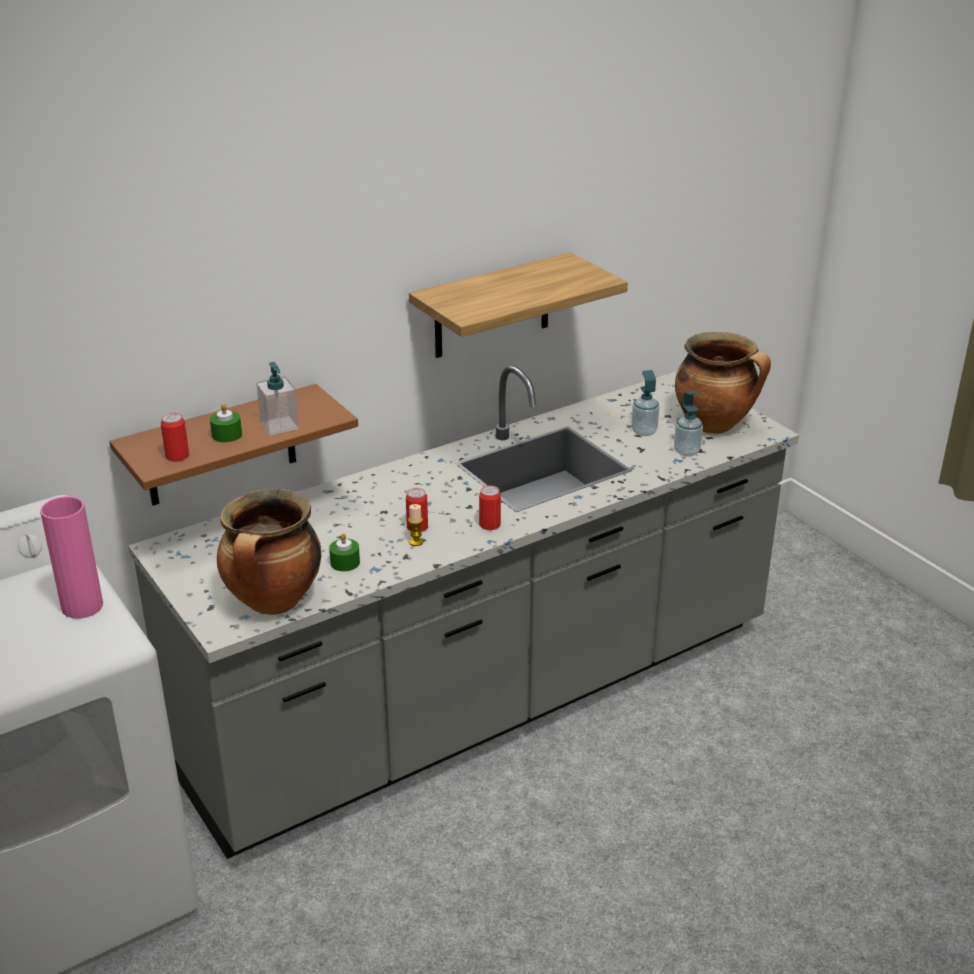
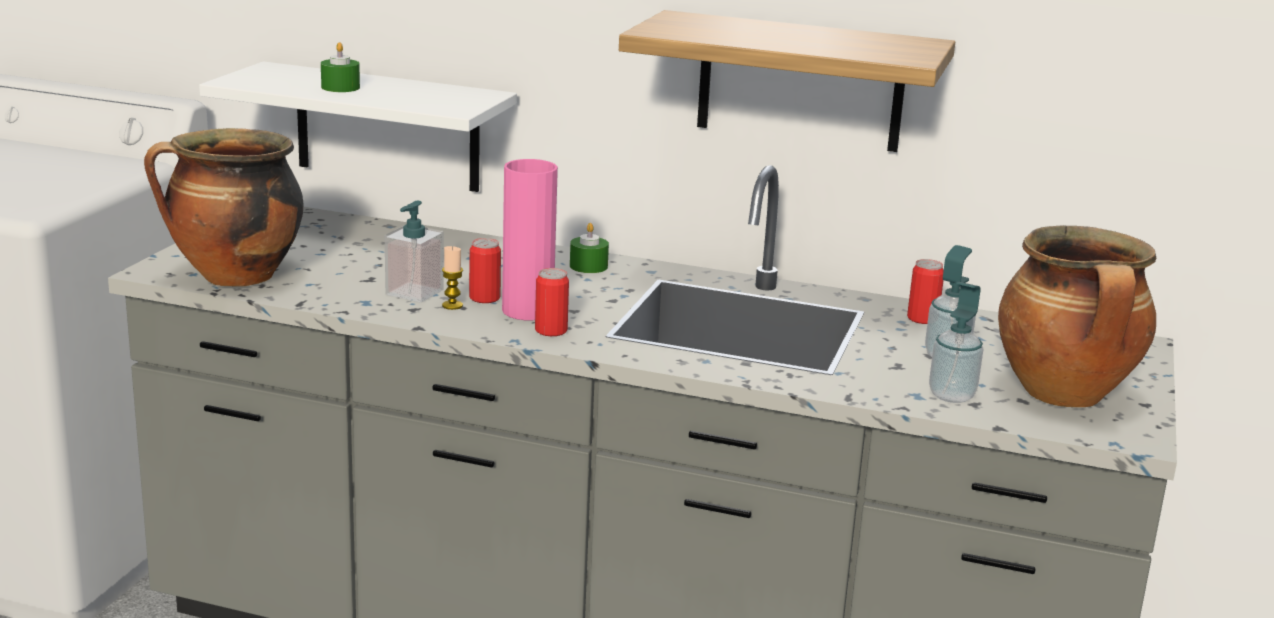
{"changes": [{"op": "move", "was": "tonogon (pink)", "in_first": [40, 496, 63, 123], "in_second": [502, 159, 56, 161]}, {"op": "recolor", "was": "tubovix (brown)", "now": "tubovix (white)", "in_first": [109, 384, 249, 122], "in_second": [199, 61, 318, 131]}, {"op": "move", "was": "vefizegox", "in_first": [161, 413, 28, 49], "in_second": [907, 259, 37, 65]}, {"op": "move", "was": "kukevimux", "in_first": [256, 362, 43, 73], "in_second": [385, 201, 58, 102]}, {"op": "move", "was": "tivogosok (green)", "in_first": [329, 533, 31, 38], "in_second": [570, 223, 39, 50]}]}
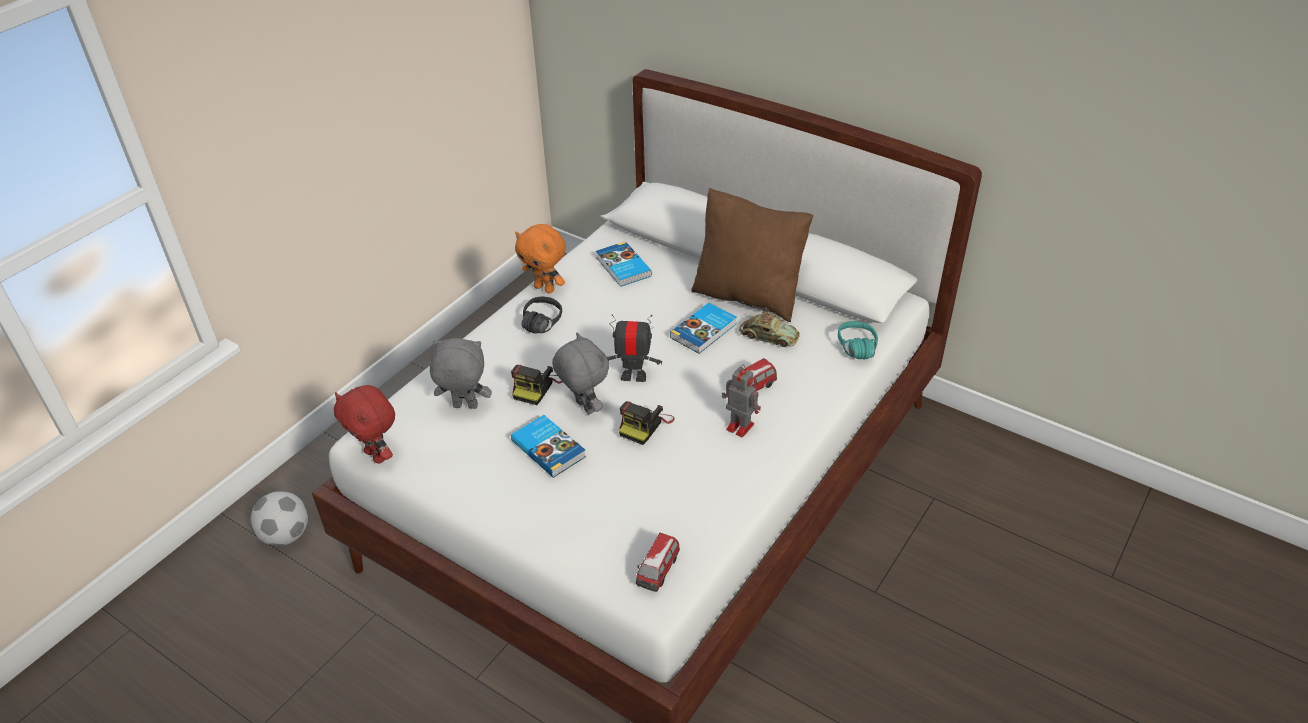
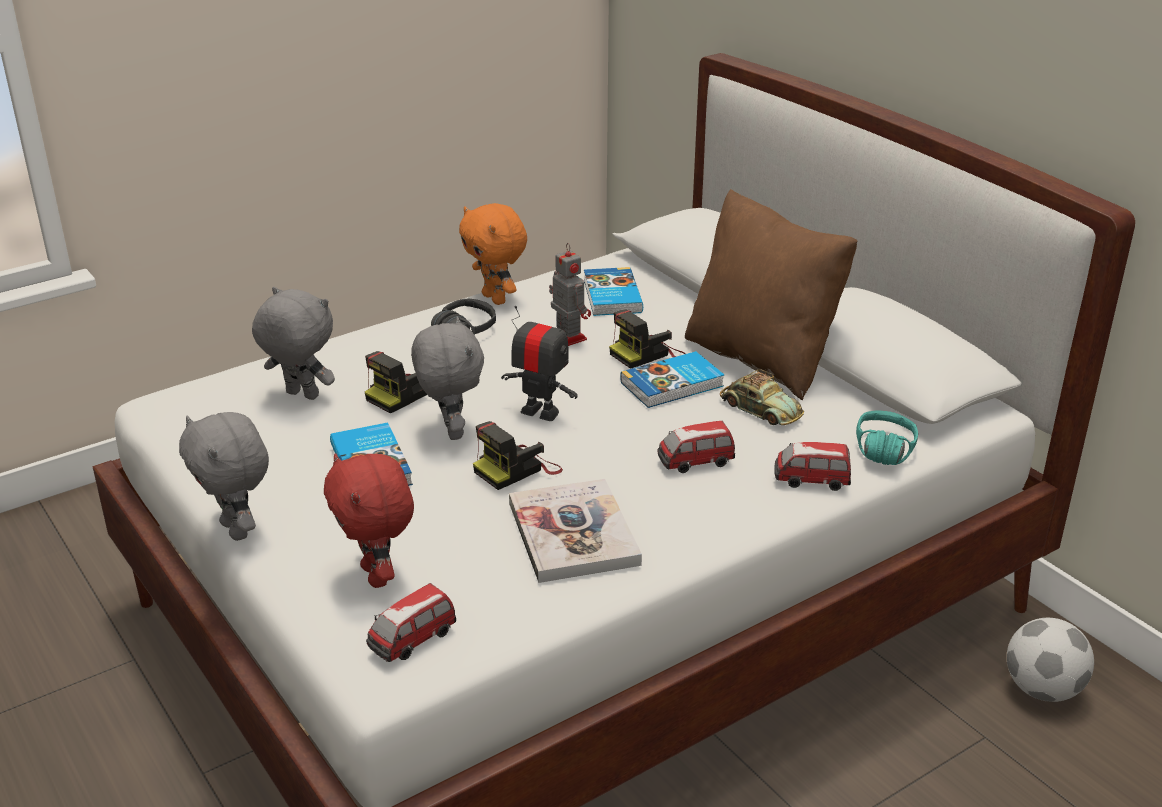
{"changes": [{"op": "move", "was": "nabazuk", "in_first": [251, 491, 57, 55], "in_second": [1007, 618, 87, 84]}, {"op": "move", "was": "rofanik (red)", "in_first": [334, 385, 61, 79], "in_second": [324, 453, 90, 135]}, {"op": "move", "was": "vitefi", "in_first": [722, 365, 39, 72], "in_second": [549, 243, 42, 103]}, {"op": "insert", "now": "rofanik (grey)", "in_second": [179, 412, 90, 129]}, {"op": "insert", "now": "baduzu", "in_second": [509, 479, 133, 104]}, {"op": "insert", "now": "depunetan", "in_second": [609, 310, 77, 59]}, {"op": "insert", "now": "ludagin", "in_second": [774, 442, 77, 49]}]}
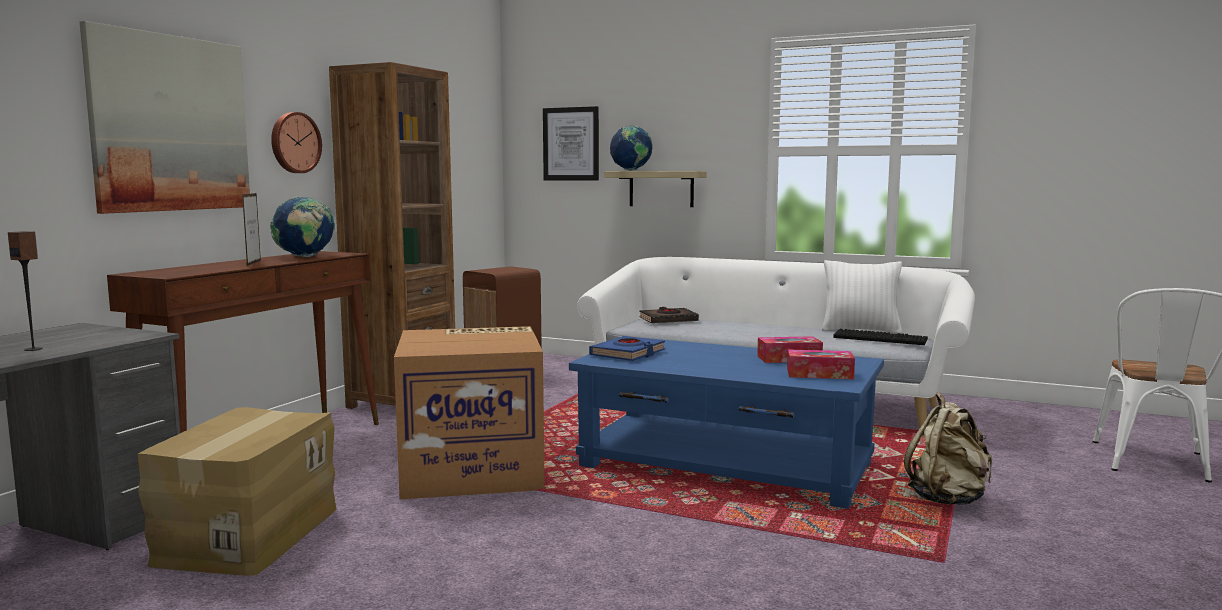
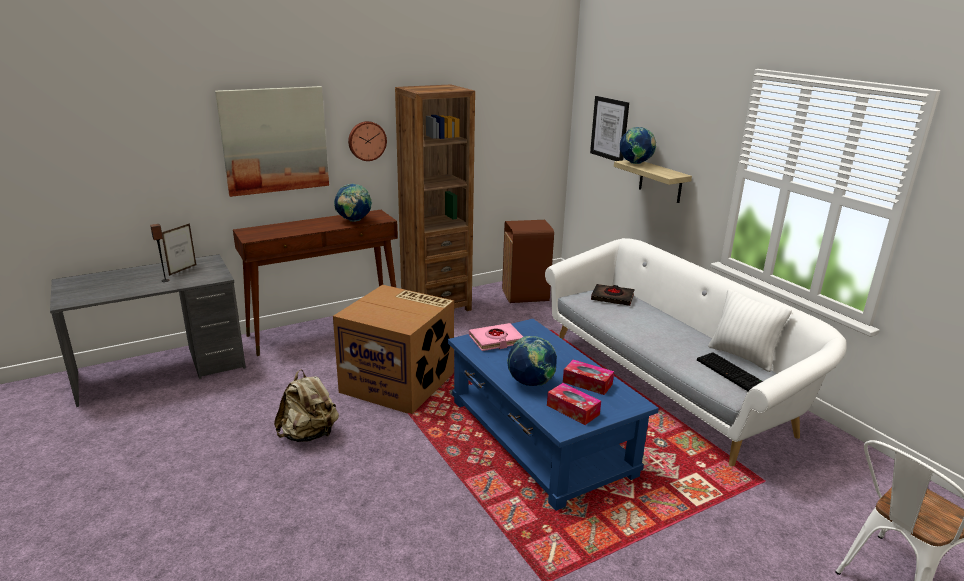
{"changes": [{"op": "delete", "was": "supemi", "in_first": [138, 407, 198, 169]}, {"op": "move", "was": "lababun", "in_first": [242, 193, 19, 73], "in_second": [162, 223, 34, 53]}, {"op": "recolor", "was": "baduzu (blue)", "now": "baduzu (pink)", "in_first": [589, 336, 76, 25], "in_second": [469, 323, 54, 28]}, {"op": "move", "was": "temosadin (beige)", "in_first": [904, 392, 88, 113], "in_second": [274, 369, 65, 73]}, {"op": "insert", "now": "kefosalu", "in_second": [507, 336, 50, 50]}]}
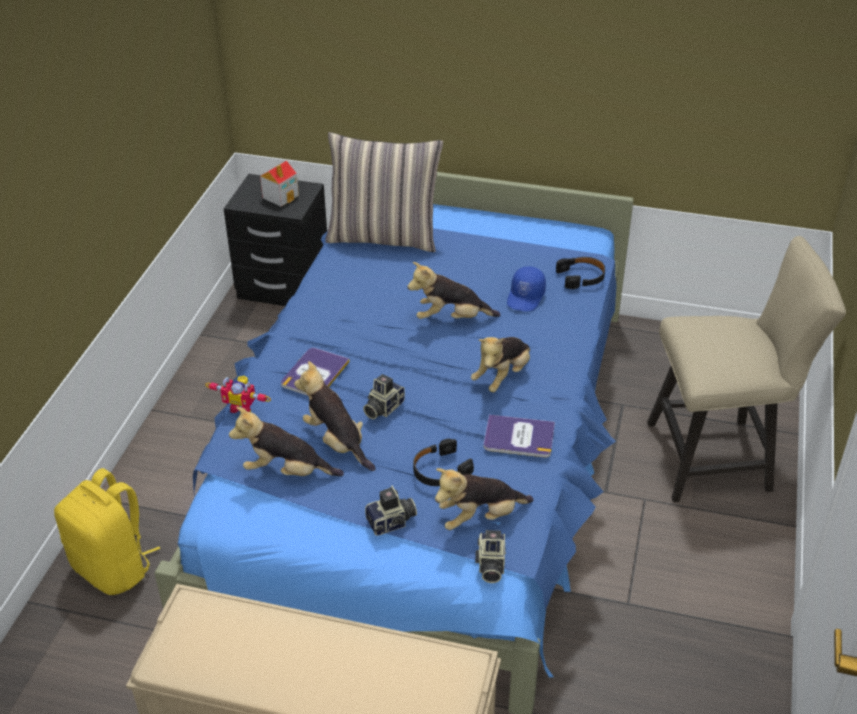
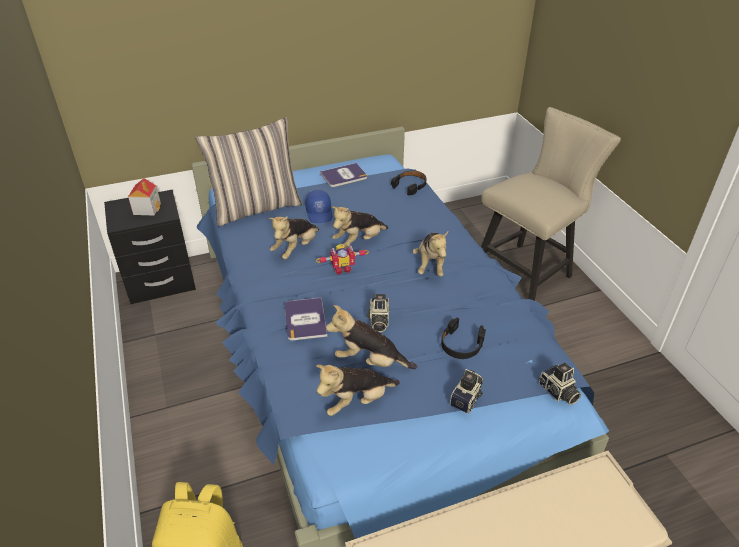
{"changes": [{"op": "move", "was": "vitefi", "in_first": [205, 376, 66, 37], "in_second": [316, 244, 53, 31]}, {"op": "move", "was": "rofanik", "in_first": [435, 468, 99, 62], "in_second": [269, 216, 50, 43]}, {"op": "move", "was": "baduzu", "in_first": [484, 415, 71, 42], "in_second": [320, 163, 47, 24]}, {"op": "move", "was": "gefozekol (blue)", "in_first": [507, 266, 39, 45], "in_second": [305, 190, 27, 33]}]}
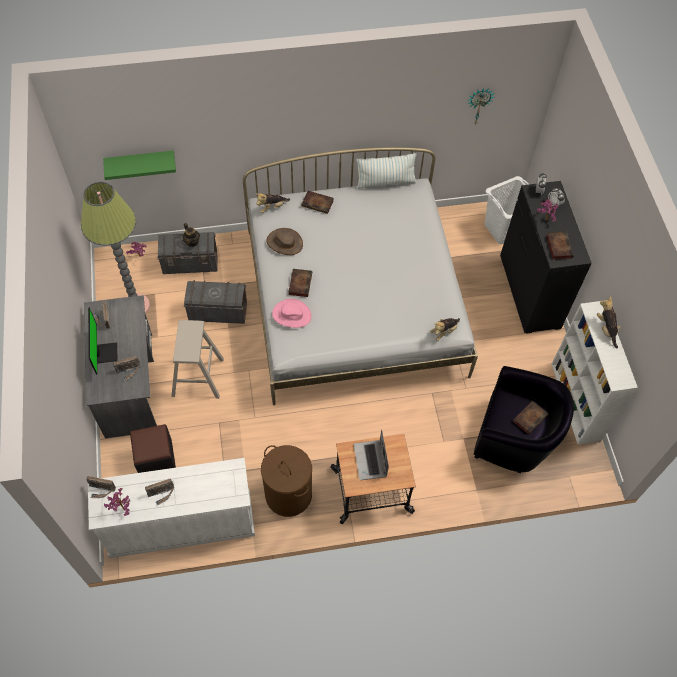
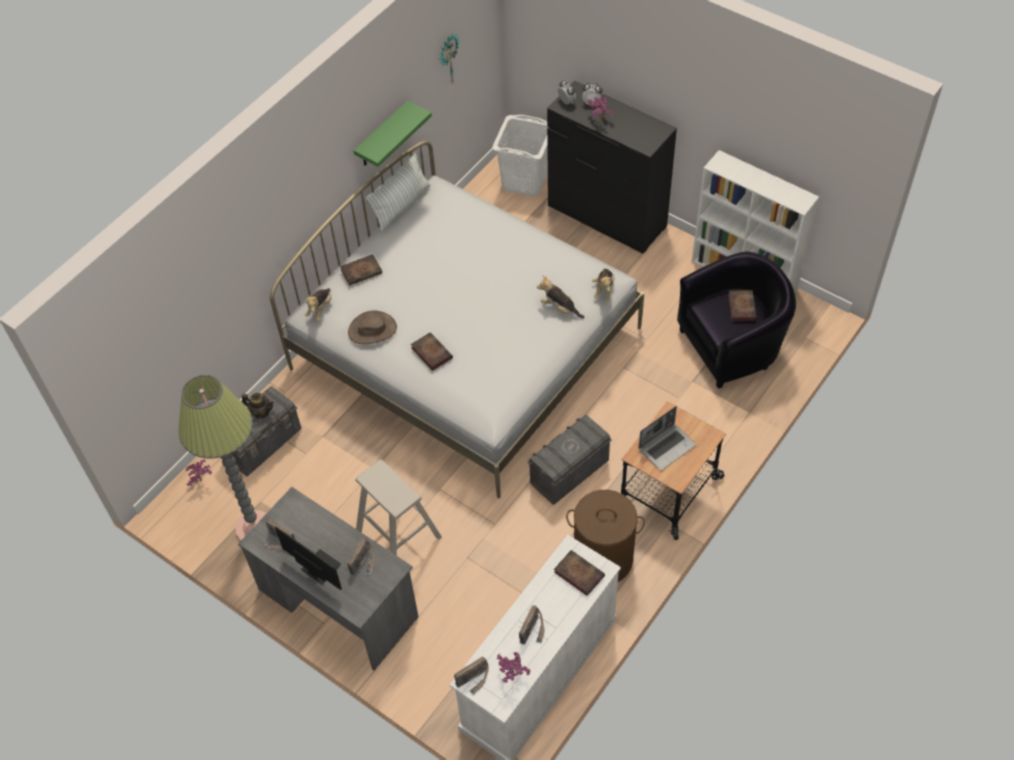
{"changes": [{"op": "move", "was": "tubovix (green)", "in_first": [103, 150, 73, 30], "in_second": [353, 101, 79, 66]}, {"op": "delete", "was": "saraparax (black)", "in_first": [130, 424, 46, 49]}, {"op": "move", "was": "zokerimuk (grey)", "in_first": [184, 280, 63, 44], "in_second": [527, 415, 85, 90]}, {"op": "delete", "was": "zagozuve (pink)", "in_first": [272, 299, 40, 29]}, {"op": "rotate", "was": "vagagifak", "in_first": [353, 430, 36, 50], "in_second": [639, 406, 57, 64], "clockwise": -75}, {"op": "move", "was": "baduzu", "in_first": [546, 231, 28, 28], "in_second": [554, 550, 51, 46]}, {"op": "move", "was": "rofanik", "in_first": [597, 297, 23, 52], "in_second": [537, 276, 47, 42]}]}
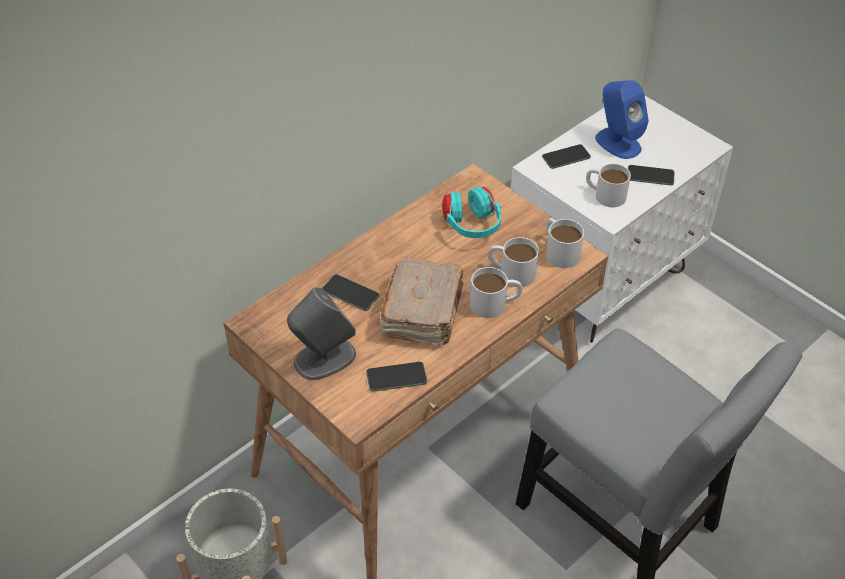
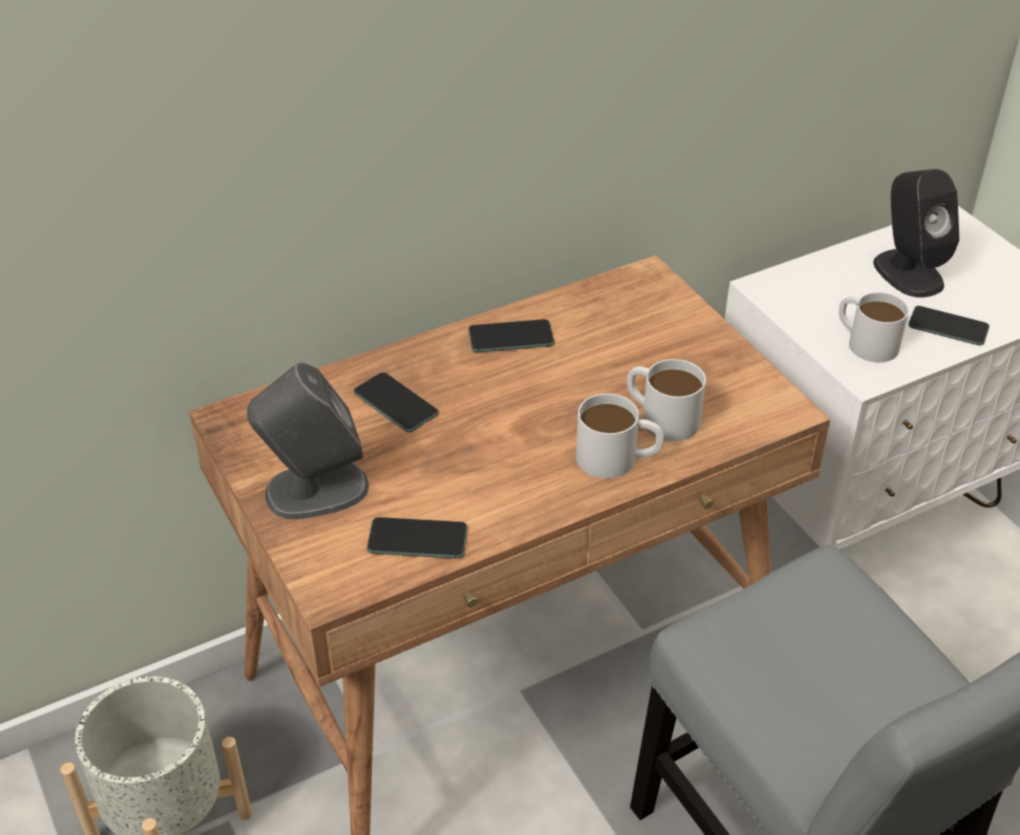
{"changes": [{"op": "delete", "was": "baduzu (brown)", "in_first": [380, 257, 83, 88]}, {"op": "delete", "was": "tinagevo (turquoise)", "in_first": [442, 186, 59, 52]}, {"op": "move", "was": "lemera", "in_first": [542, 144, 49, 25], "in_second": [468, 319, 86, 33]}, {"op": "delete", "was": "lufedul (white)", "in_first": [546, 218, 38, 50]}, {"op": "recolor", "was": "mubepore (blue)", "now": "mubepore (black)", "in_first": [595, 80, 54, 79], "in_second": [873, 169, 87, 129]}]}
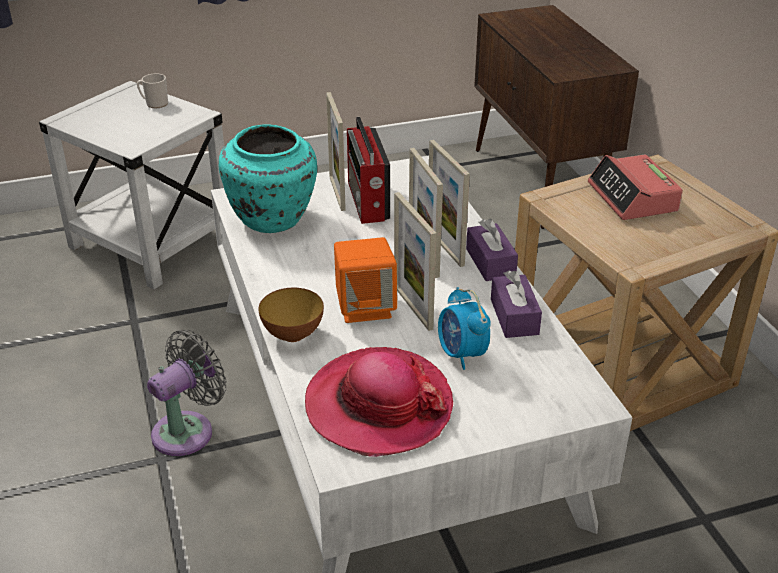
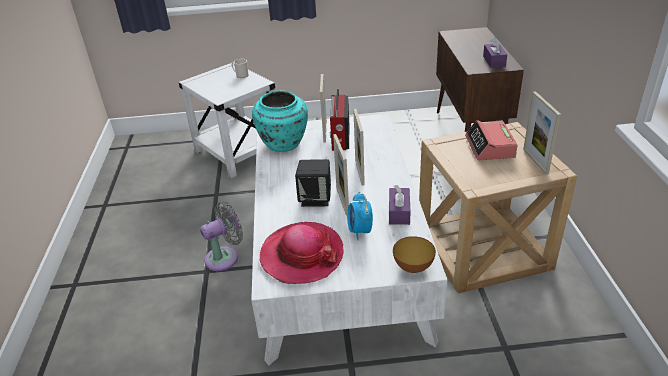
{"changes": [{"op": "move", "was": "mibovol", "in_first": [258, 288, 66, 54], "in_second": [393, 236, 43, 37]}, {"op": "recolor", "was": "mubepore (orange)", "now": "mubepore (black)", "in_first": [334, 237, 63, 86], "in_second": [295, 159, 36, 48]}, {"op": "move", "was": "lababun", "in_first": [429, 140, 41, 127], "in_second": [523, 91, 38, 83]}, {"op": "move", "was": "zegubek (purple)", "in_first": [466, 219, 52, 62], "in_second": [483, 38, 24, 30]}]}
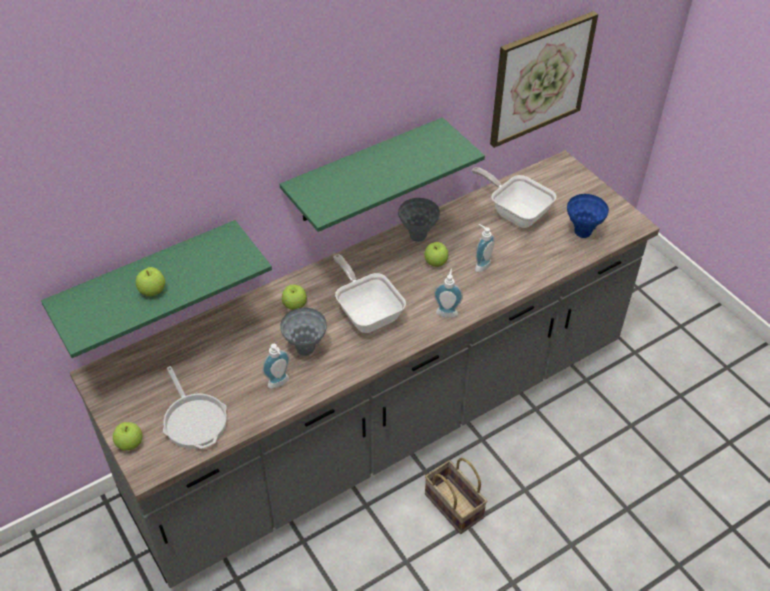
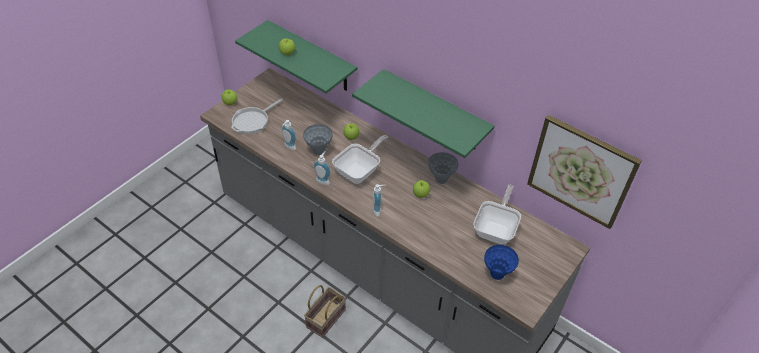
{"changes": [{"op": "move", "was": "kukevimux", "in_first": [475, 224, 20, 48], "in_second": [313, 151, 18, 34]}]}
